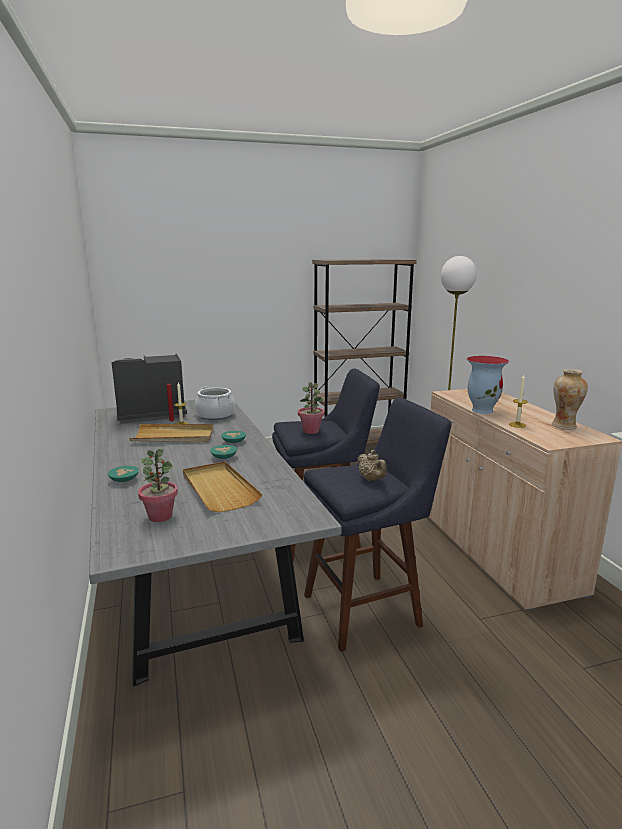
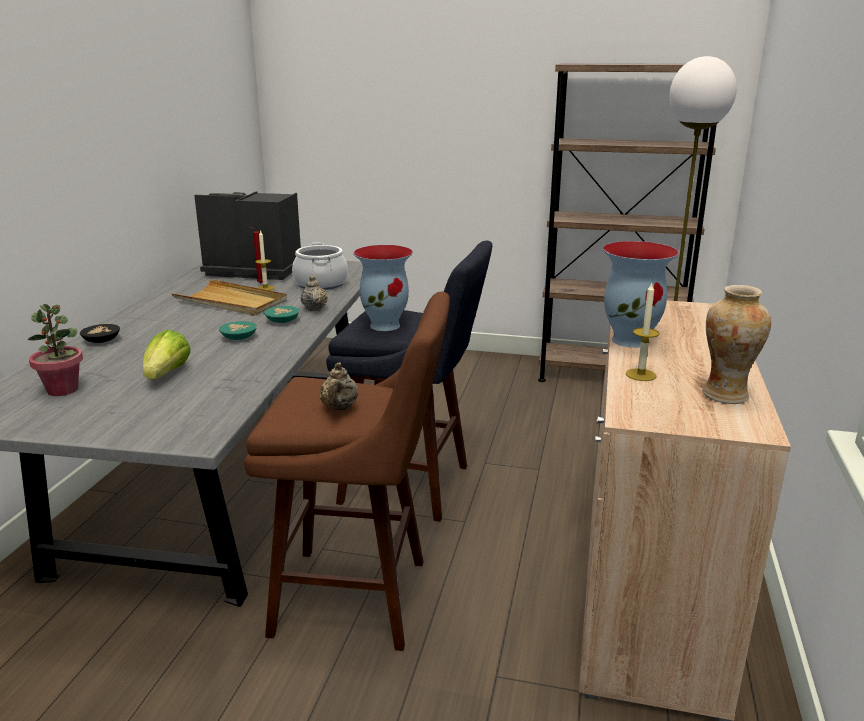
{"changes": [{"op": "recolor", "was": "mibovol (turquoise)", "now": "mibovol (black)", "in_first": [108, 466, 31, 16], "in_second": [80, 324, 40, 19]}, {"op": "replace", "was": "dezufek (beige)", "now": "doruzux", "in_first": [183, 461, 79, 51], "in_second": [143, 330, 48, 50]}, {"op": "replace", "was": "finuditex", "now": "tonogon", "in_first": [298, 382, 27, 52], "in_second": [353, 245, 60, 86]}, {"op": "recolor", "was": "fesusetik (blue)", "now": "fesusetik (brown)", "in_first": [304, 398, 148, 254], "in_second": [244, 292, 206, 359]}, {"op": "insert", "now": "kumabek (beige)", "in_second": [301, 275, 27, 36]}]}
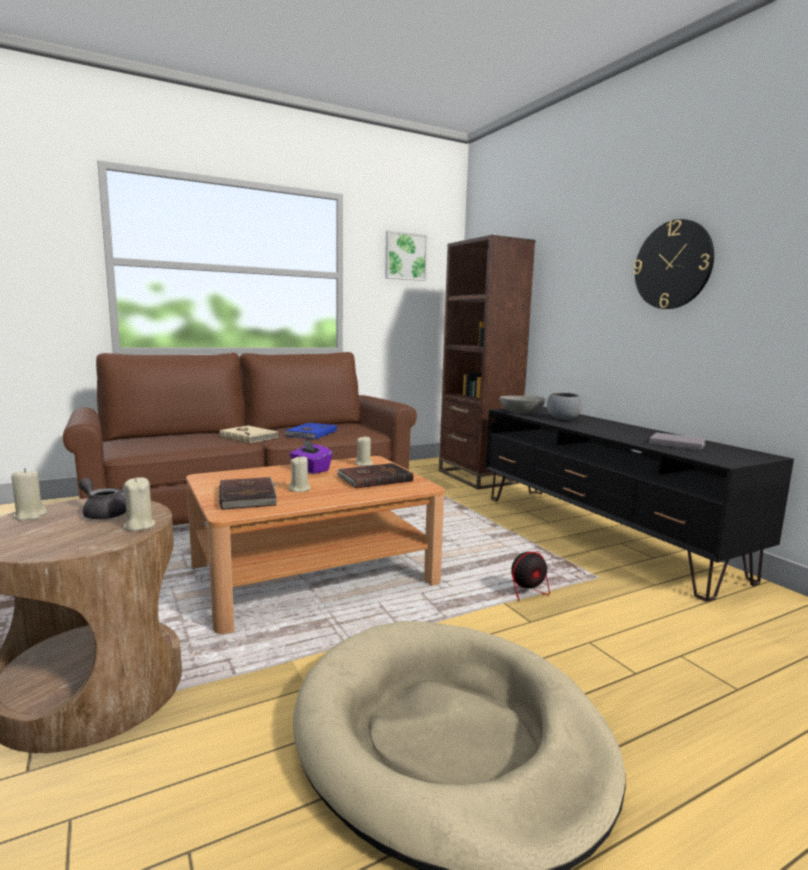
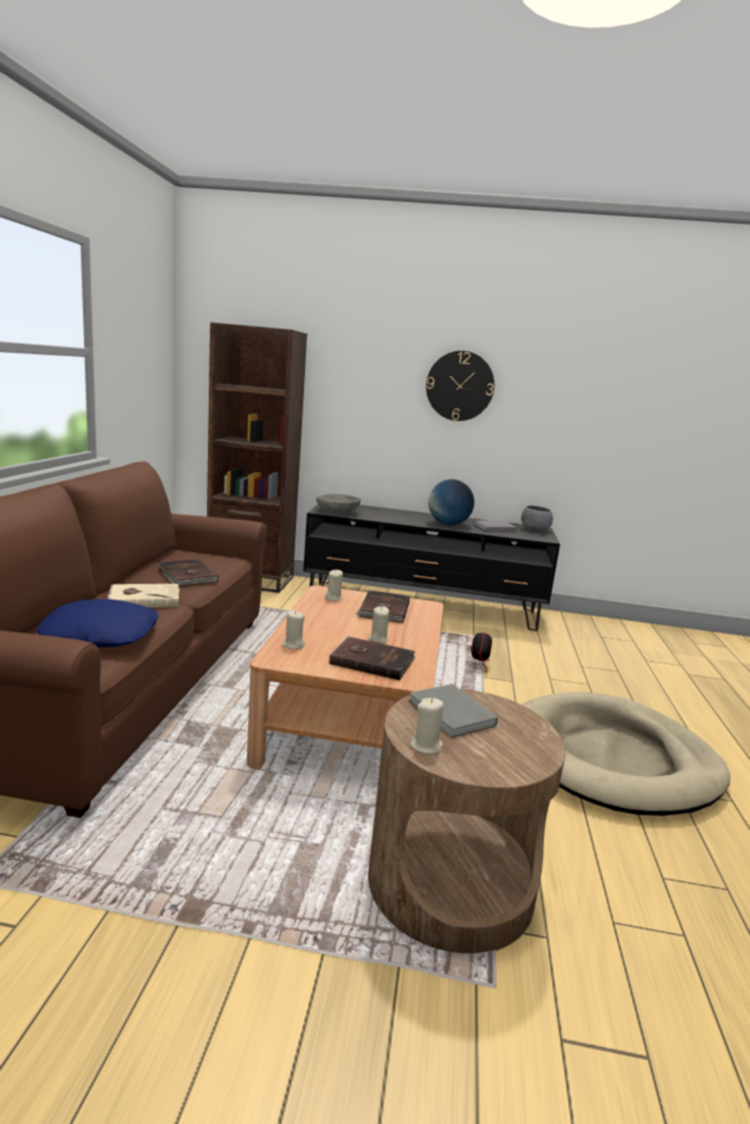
{"changes": [{"op": "replace", "was": "kumabek (grey)", "now": "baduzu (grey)", "in_first": [79, 478, 47, 42], "in_second": [408, 684, 90, 54]}, {"op": "move", "was": "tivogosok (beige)", "in_first": [123, 477, 32, 54], "in_second": [282, 610, 23, 39]}, {"op": "recolor", "was": "baduzu (blue)", "now": "baduzu (brown)", "in_first": [284, 423, 53, 16], "in_second": [158, 559, 61, 28]}, {"op": "delete", "was": "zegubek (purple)", "in_first": [290, 439, 42, 35]}, {"op": "delete", "was": "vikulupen", "in_first": [385, 230, 43, 51]}, {"op": "move", "was": "mibovol (grey)", "in_first": [547, 393, 35, 27], "in_second": [521, 506, 32, 25]}, {"op": "insert", "now": "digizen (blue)", "in_second": [36, 599, 122, 48]}, {"op": "insert", "now": "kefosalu", "in_second": [428, 479, 46, 46]}]}
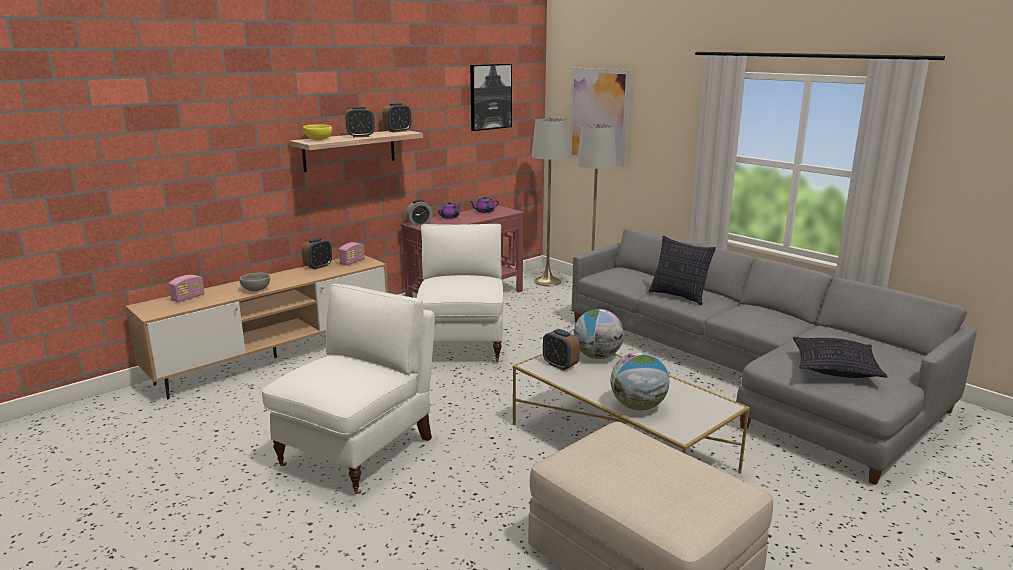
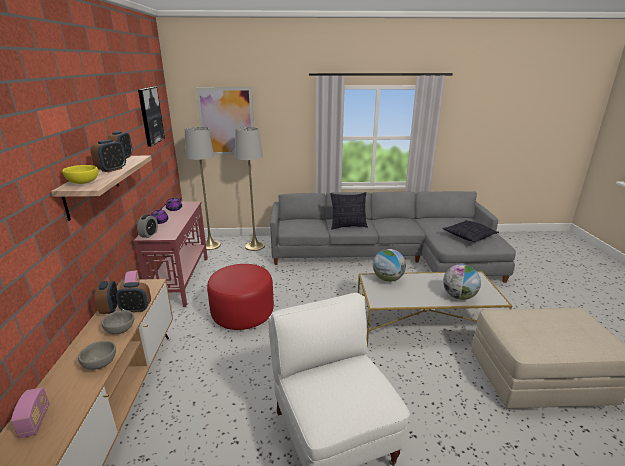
{"changes": [{"op": "replace", "was": "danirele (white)", "now": "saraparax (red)", "in_first": [417, 224, 87, 138], "in_second": [207, 264, 67, 66]}, {"op": "move", "was": "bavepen", "in_first": [543, 329, 37, 42], "in_second": [116, 282, 35, 30]}, {"op": "insert", "now": "mibovol (grey)", "in_second": [101, 310, 33, 24]}]}
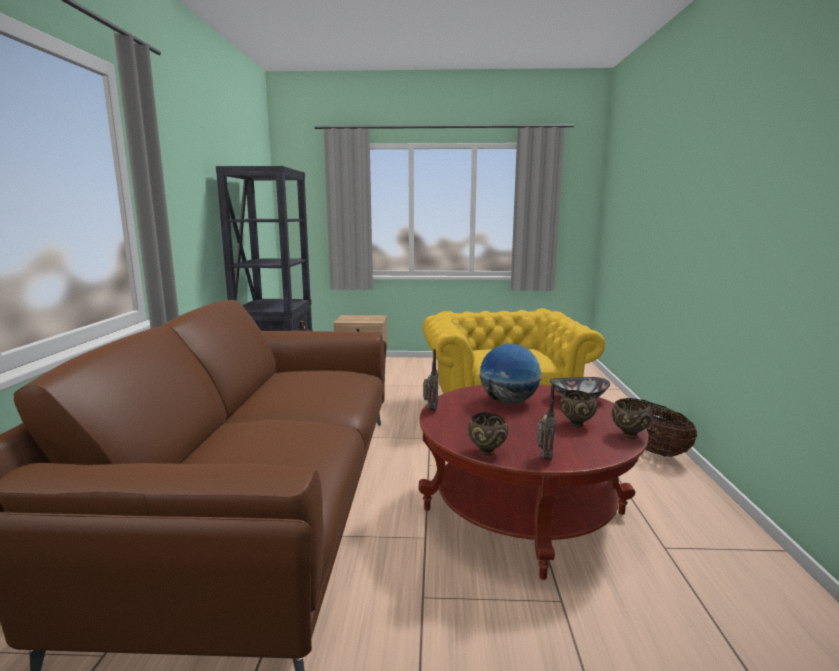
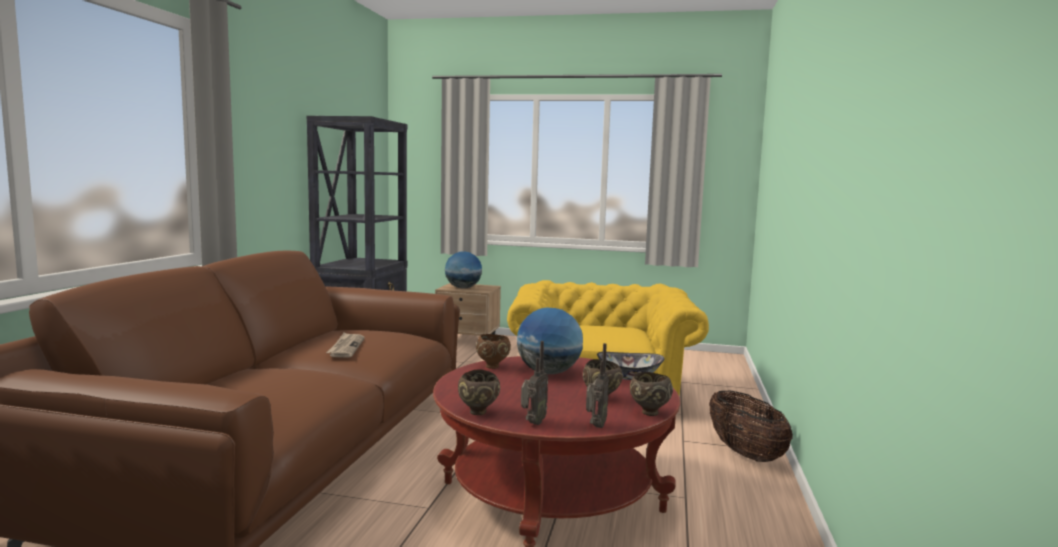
{"changes": [{"op": "move", "was": "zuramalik", "in_first": [423, 349, 15, 62], "in_second": [586, 343, 23, 85]}, {"op": "insert", "now": "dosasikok", "in_second": [326, 332, 39, 26]}, {"op": "insert", "now": "kefosalu", "in_second": [445, 251, 37, 38]}, {"op": "insert", "now": "mibovol (brown)", "in_second": [476, 334, 35, 35]}]}
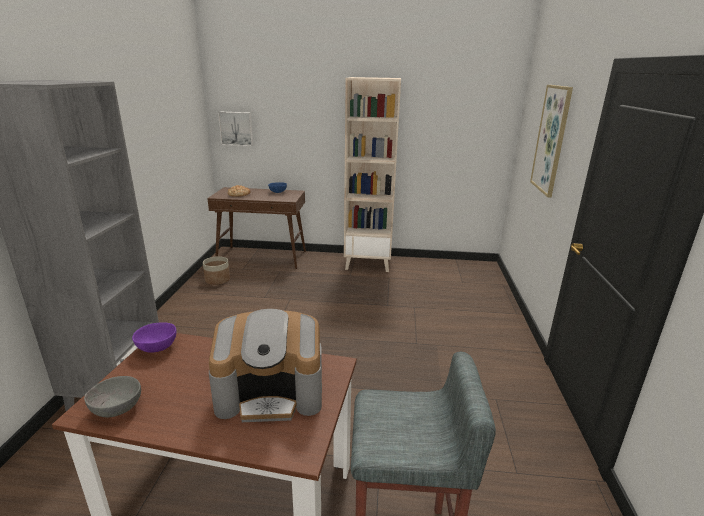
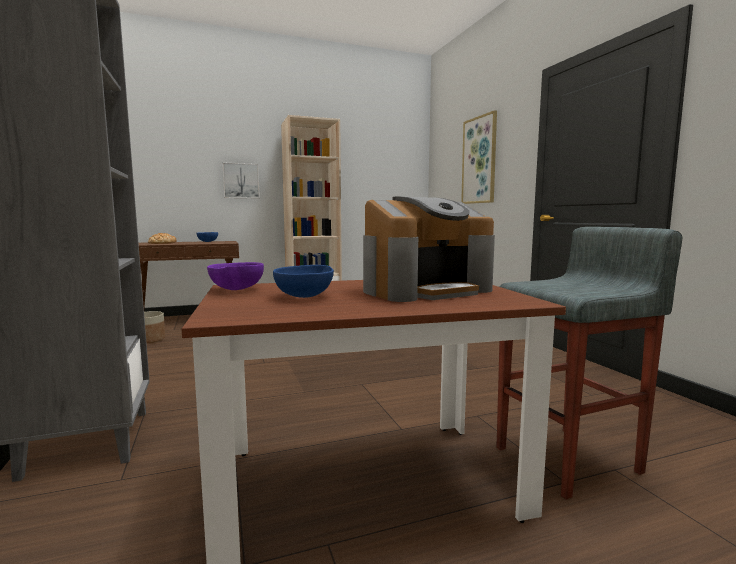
{"changes": [{"op": "delete", "was": "mibovol (grey)", "in_first": [84, 376, 57, 41]}, {"op": "move", "was": "vikulupen", "in_first": [218, 112, 35, 34], "in_second": [223, 163, 37, 35]}, {"op": "insert", "now": "mibovol (blue)", "in_second": [273, 265, 61, 33]}]}
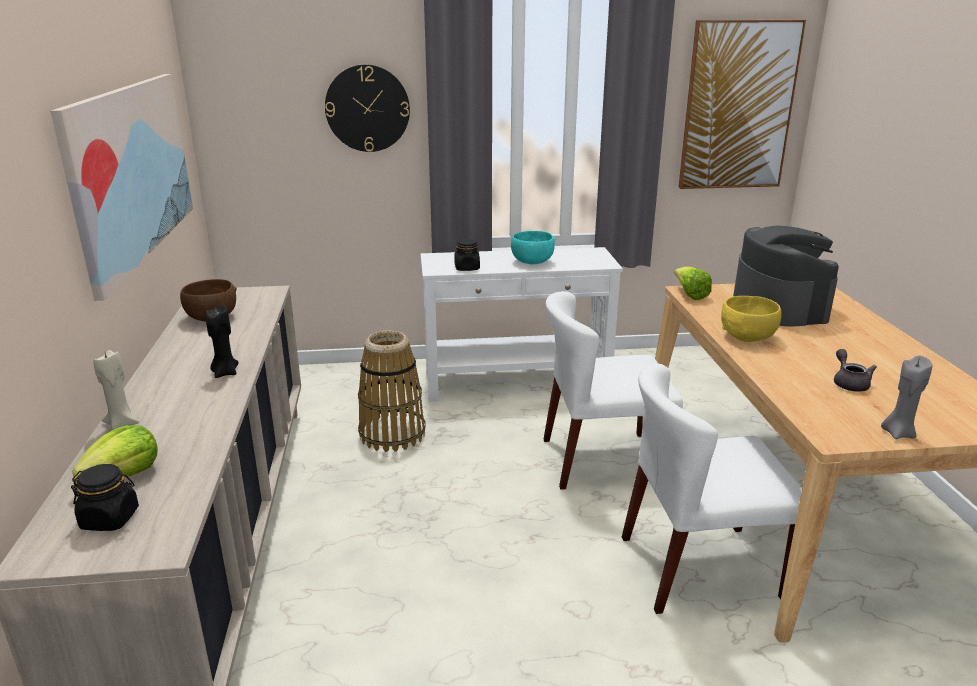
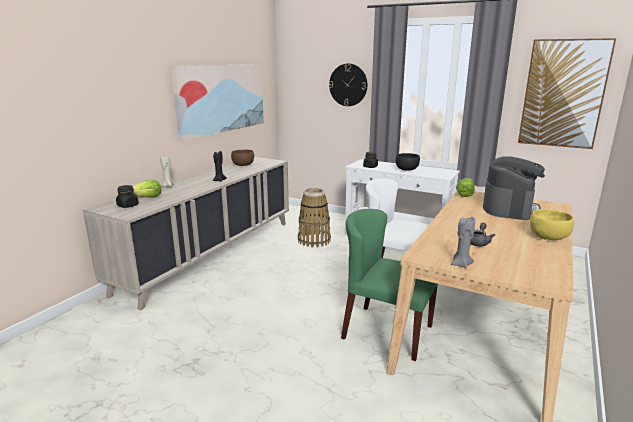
{"changes": [{"op": "recolor", "was": "mibovol (turquoise)", "now": "mibovol (black)", "in_first": [511, 231, 44, 33], "in_second": [396, 153, 24, 18]}, {"op": "recolor", "was": "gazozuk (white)", "now": "gazozuk (green)", "in_first": [622, 364, 180, 250], "in_second": [341, 209, 97, 152]}, {"op": "move", "was": "mibovol (yellow)", "in_first": [721, 296, 61, 46], "in_second": [530, 209, 44, 31]}]}
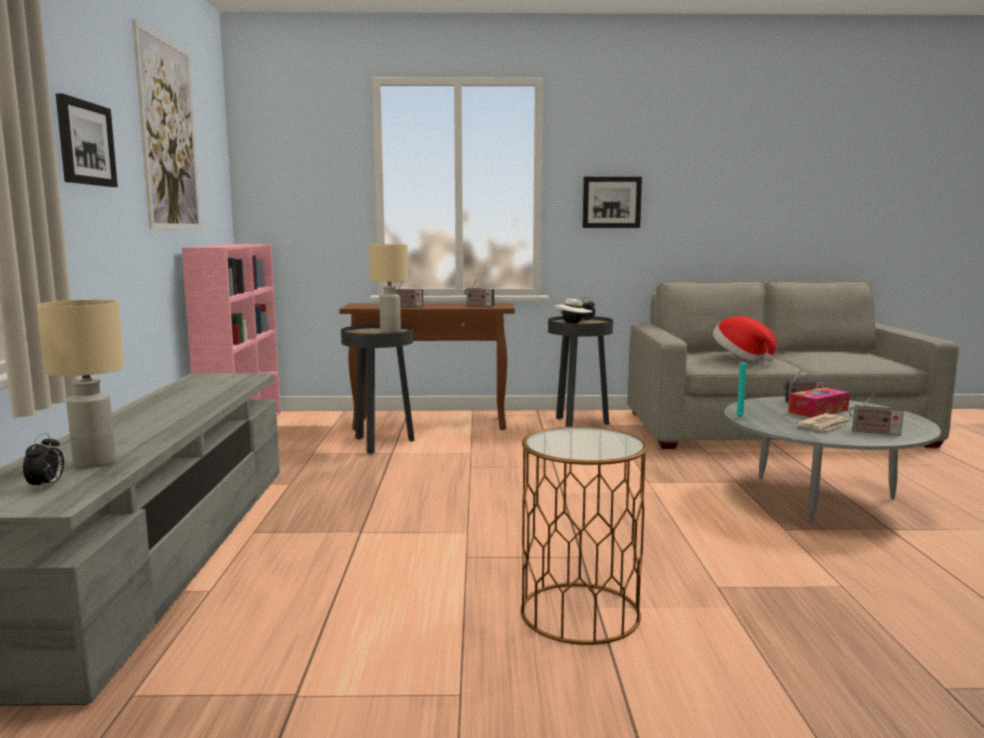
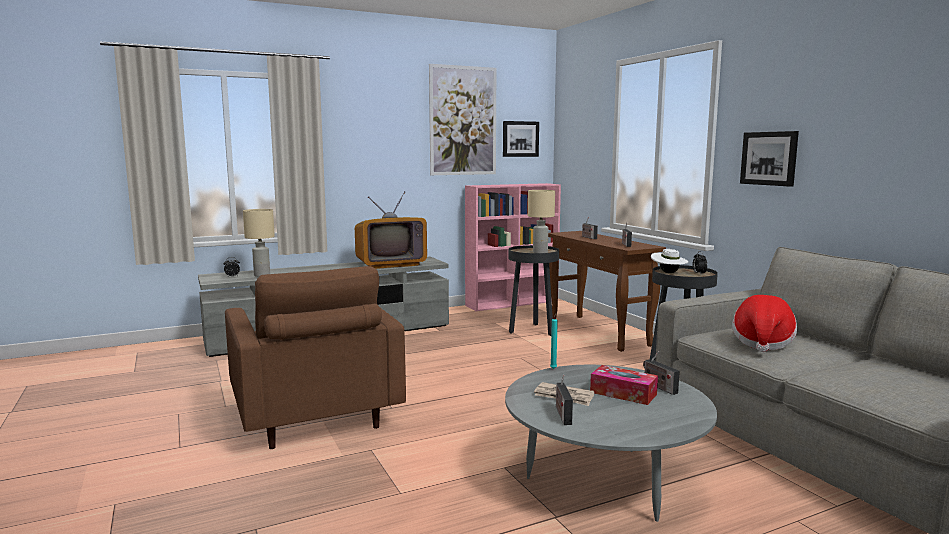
{"changes": [{"op": "move", "was": "vikulupen", "in_first": [56, 94, 62, 93], "in_second": [503, 121, 36, 36]}, {"op": "replace", "was": "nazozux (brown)", "now": "danirele (brown)", "in_first": [521, 427, 127, 218], "in_second": [225, 266, 181, 183]}, {"op": "insert", "now": "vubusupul", "in_second": [355, 191, 72, 78]}]}
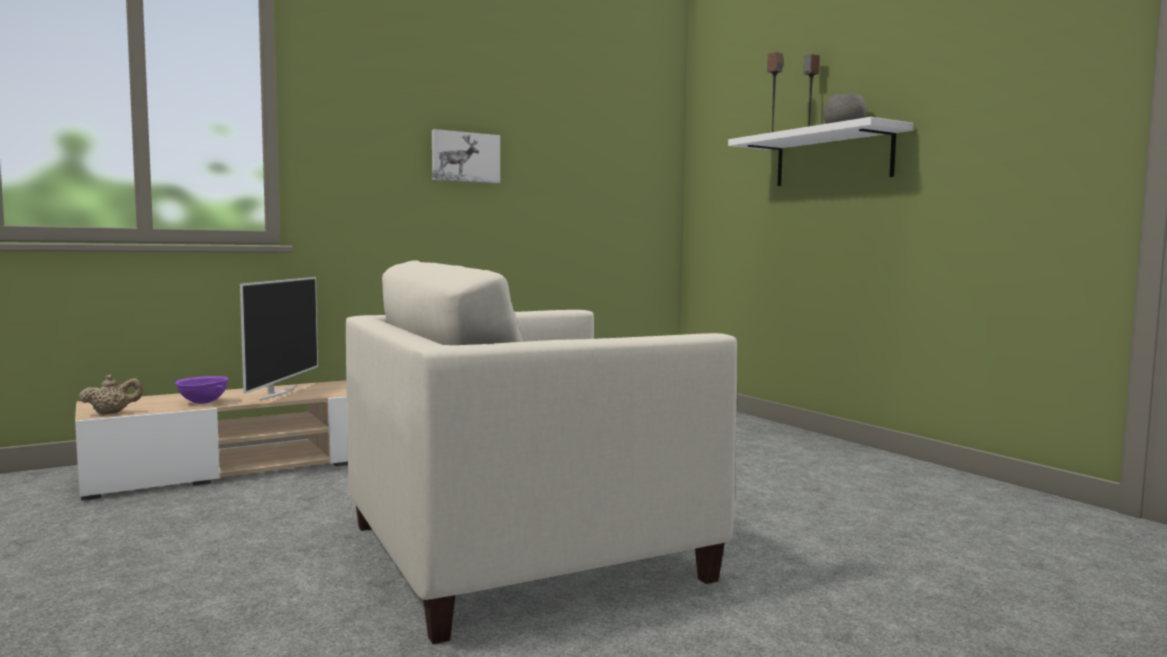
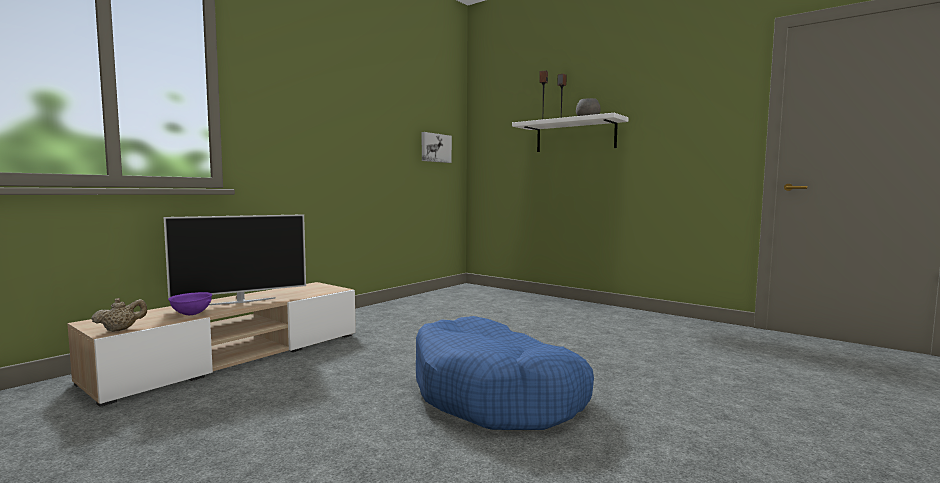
{"changes": [{"op": "rotate", "was": "vubusupul", "in_first": [240, 277, 78, 124], "in_second": [164, 214, 142, 91], "clockwise": 75}, {"op": "replace", "was": "danirele (beige)", "now": "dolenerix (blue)", "in_first": [346, 261, 391, 383], "in_second": [416, 316, 178, 114]}, {"op": "move", "was": "vikulupen", "in_first": [432, 129, 68, 55], "in_second": [422, 132, 30, 31]}]}
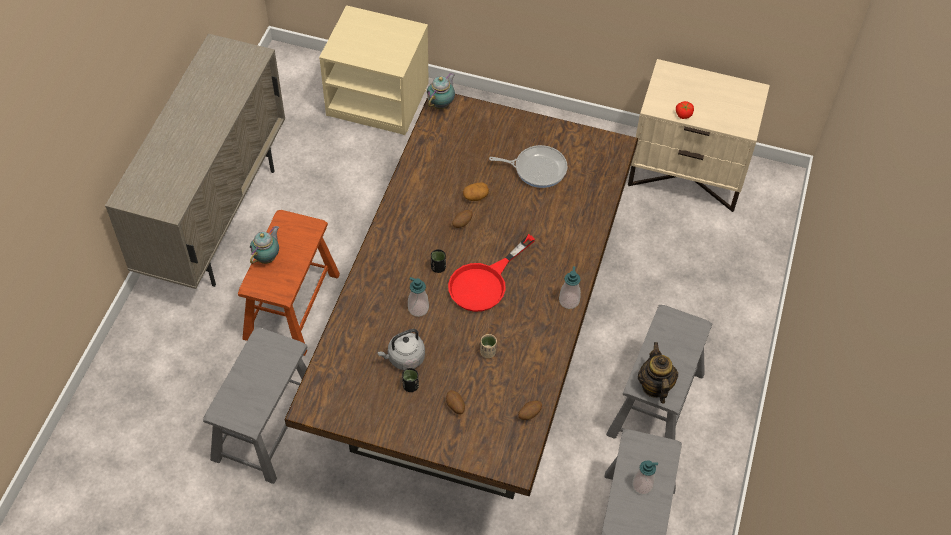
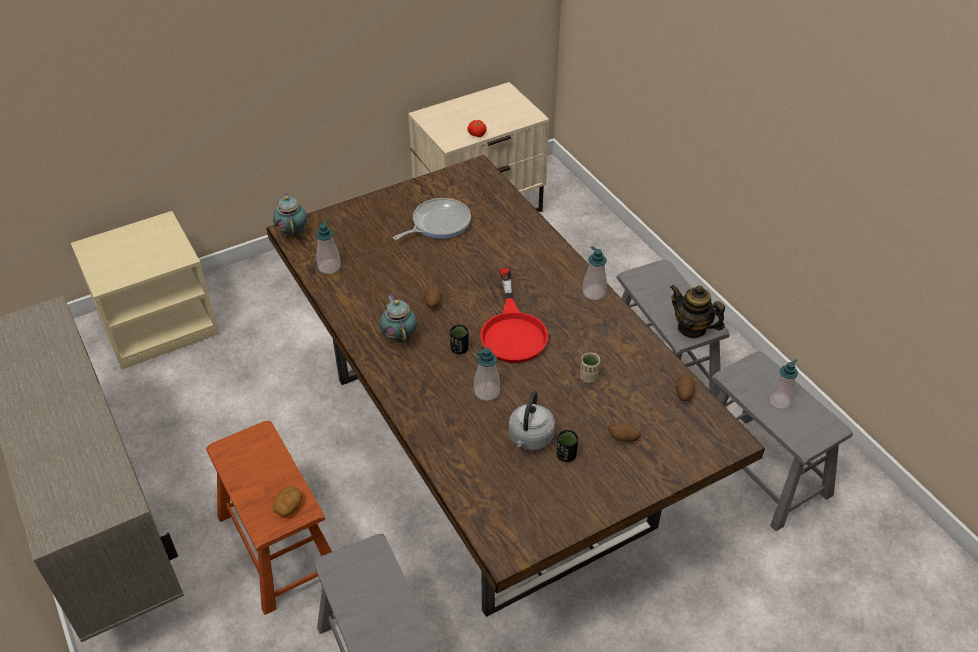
{"changes": [{"op": "move", "was": "kumabek", "in_first": [250, 226, 29, 38], "in_second": [379, 294, 38, 49]}, {"op": "move", "was": "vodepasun", "in_first": [463, 182, 26, 19], "in_second": [272, 486, 30, 30]}, {"op": "insert", "now": "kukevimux", "in_second": [316, 220, 25, 54]}]}
